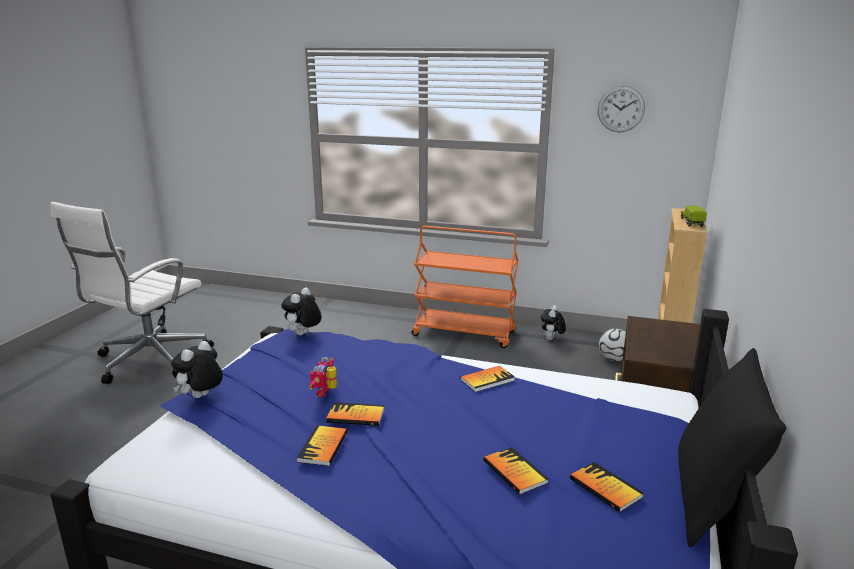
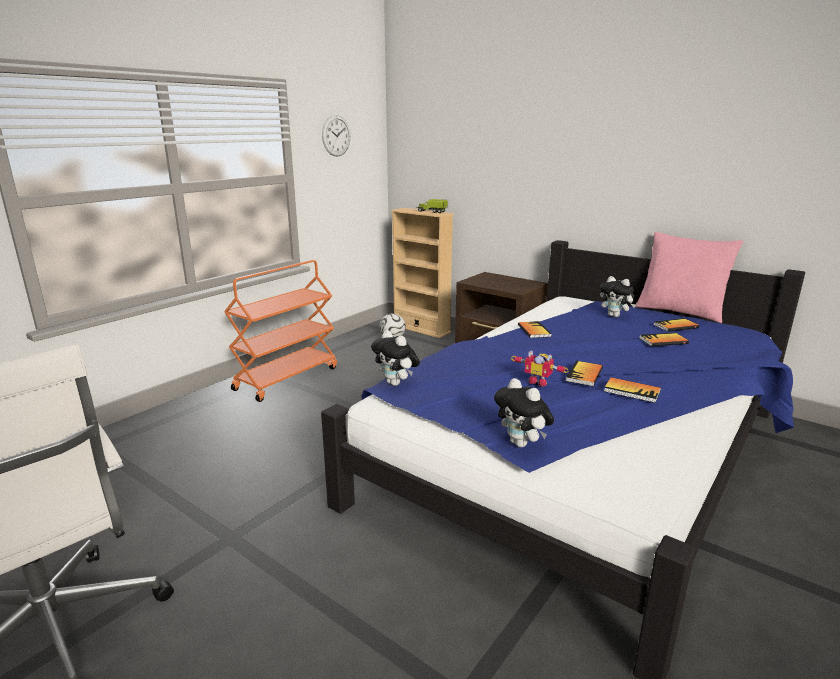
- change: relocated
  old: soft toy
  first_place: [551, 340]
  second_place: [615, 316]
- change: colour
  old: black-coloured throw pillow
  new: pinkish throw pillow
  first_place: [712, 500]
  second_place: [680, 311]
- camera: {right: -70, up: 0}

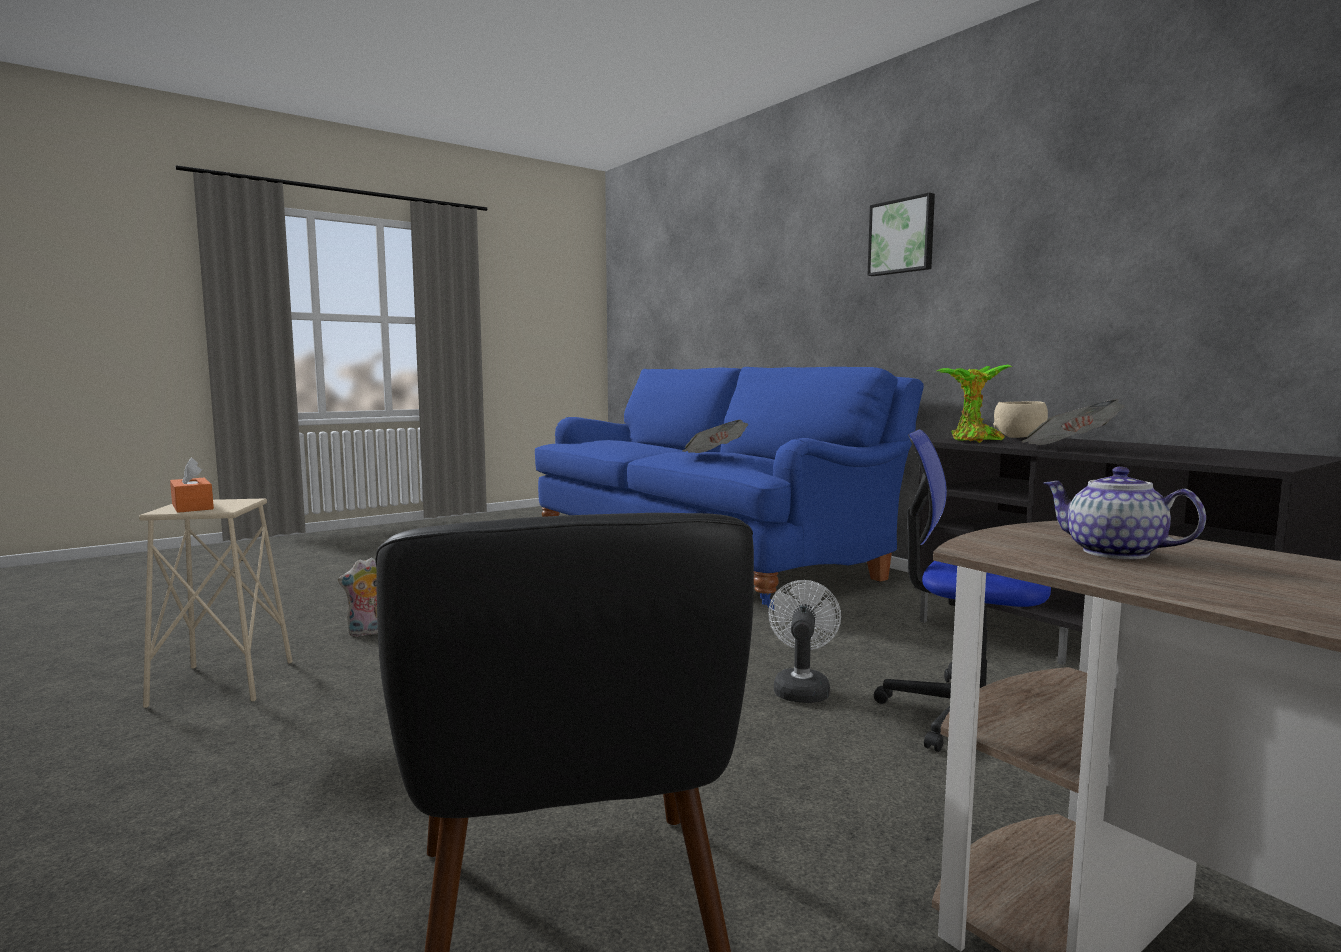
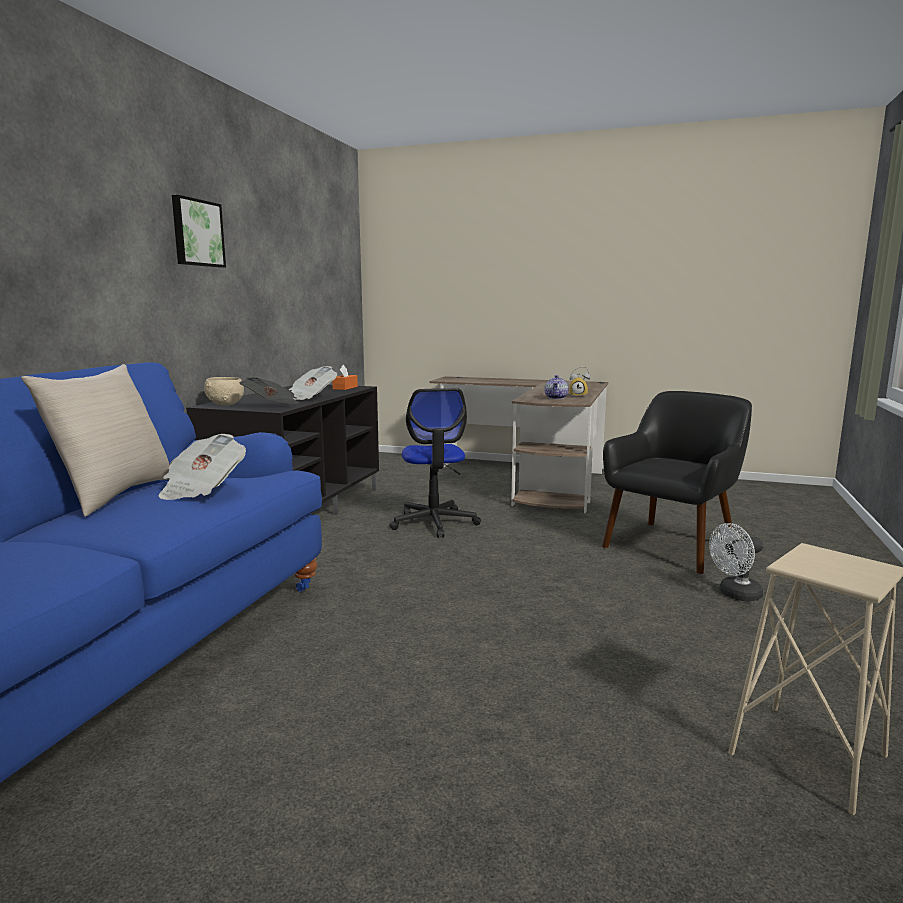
- change: relocated
  old: picture
  first_place: [902, 236]
  second_place: [197, 233]
- change: exchanged
  old: potted plant
  new: newspaper
  first_place: [974, 441]
  second_place: [273, 407]
- change: relocated
  old: orange tissue box
  first_place: [192, 506]
  second_place: [345, 388]
- change: missing
  old: soft toy
  first_place: [367, 632]
- change: relocated
  old: whitish electric fan
  first_place: [801, 688]
  second_place: [735, 595]
- change: appeared
  new: beige-coloured throw pillow
  second_place: [114, 495]
- change: appeared
  new: table clock
  second_place: [578, 396]
- camera: {right: -125, up: 5}

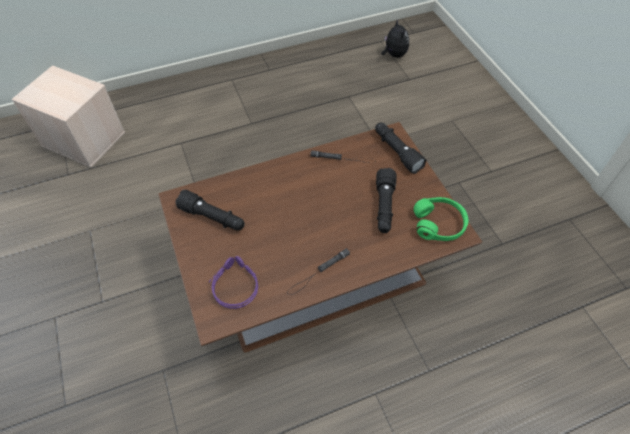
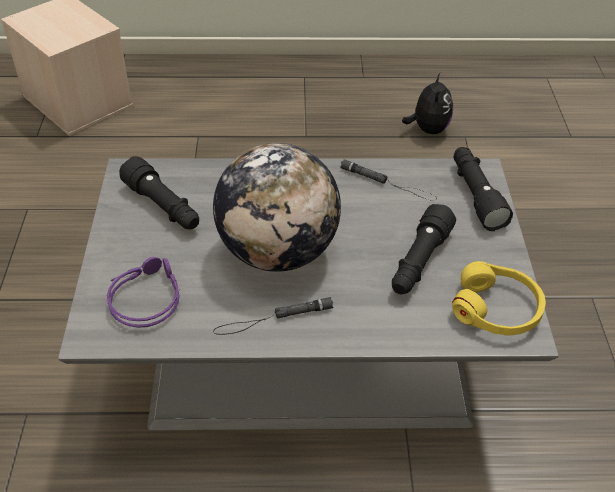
- change: relocated
  old: soft toy
  first_place: [393, 55]
  second_place: [428, 129]
- change: colour
  old: brown-coloured low table
  new: gray low table
  first_place: [313, 271]
  second_place: [302, 353]
- change: colour
  old: greenish headphones
  new: yellow-coloured headphones
  first_place: [439, 224]
  second_place: [496, 309]
- change: appeared
  new: globe
  second_place: [278, 252]
- camera: {right: 20, up: -10}

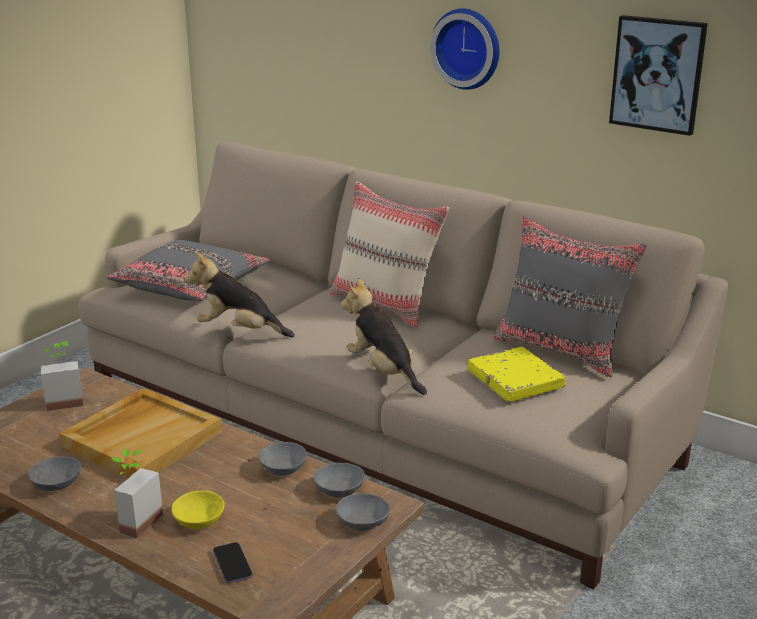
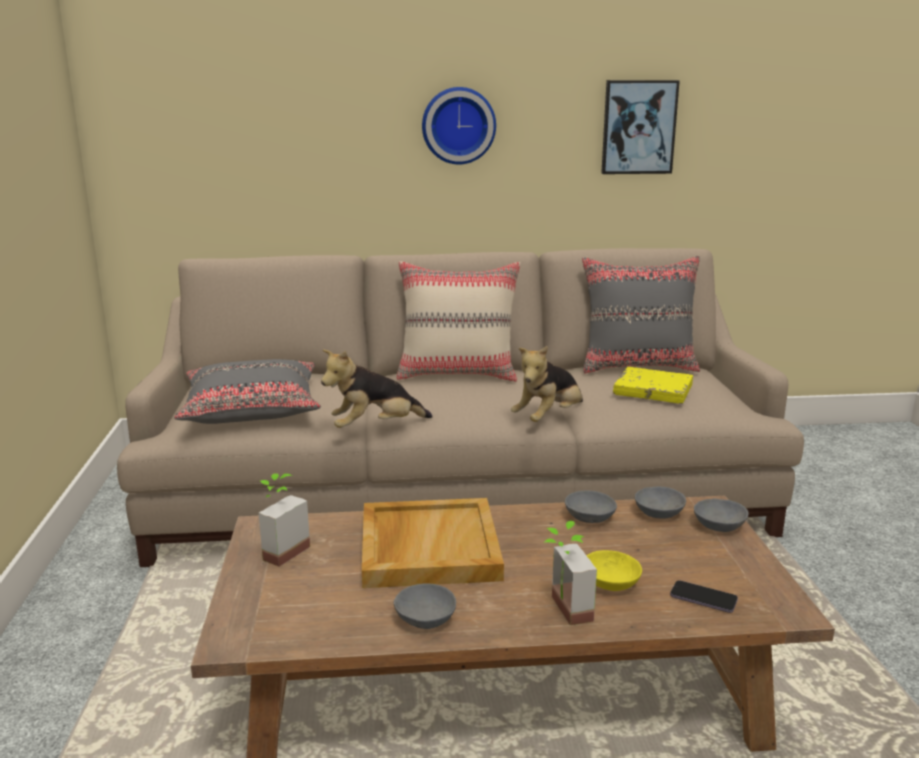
- change: spun
  old: soft toy
  first_place: [383, 372]
  second_place: [549, 418]
  degrees: -60
- camera: {right: -40, up: -5}

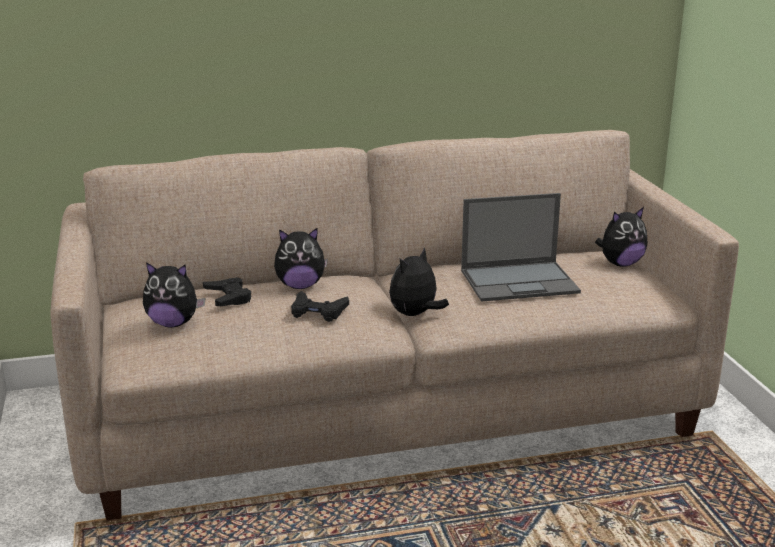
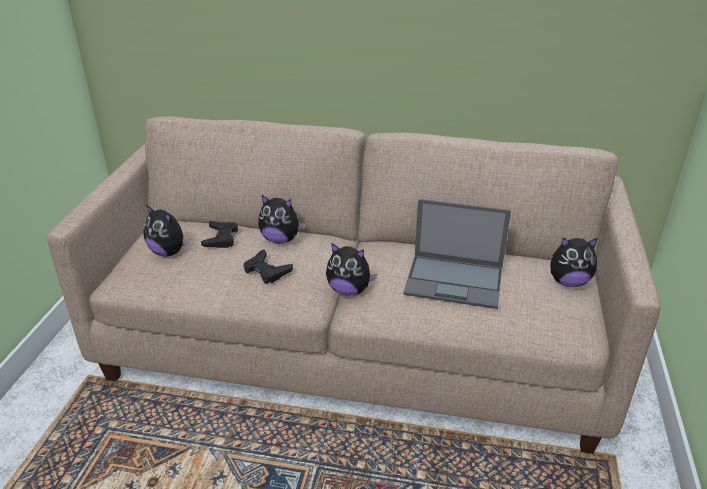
- change: spun
  old: soft toy
  first_place: [415, 314]
  second_place: [349, 290]
  degrees: -135
- camera: {right: 25, up: 10}

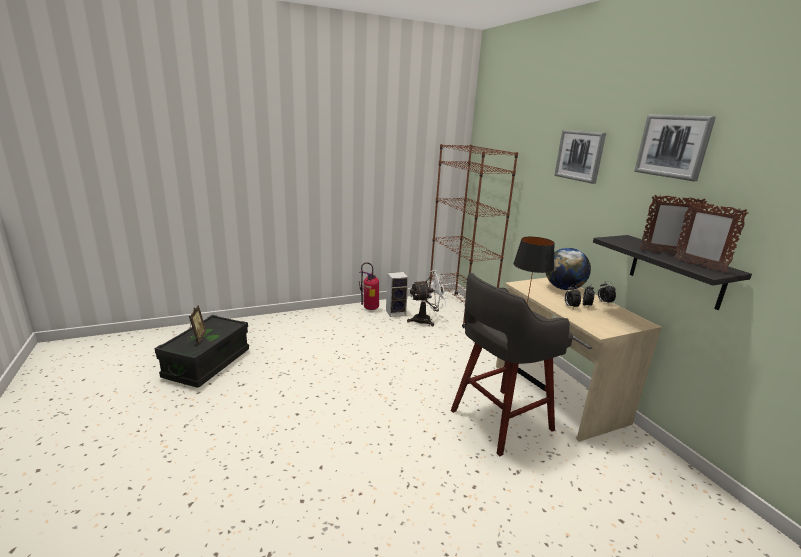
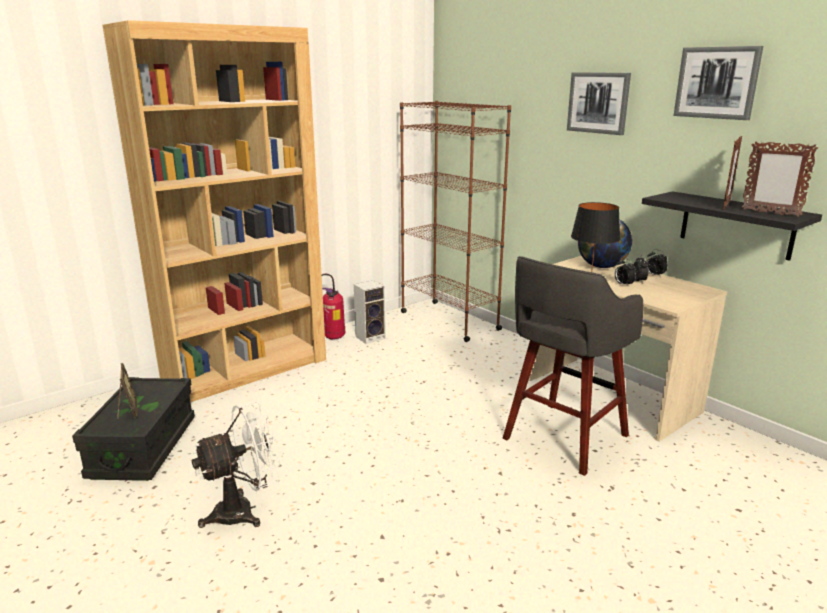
- change: spun
  old: standing frame
  first_place: [663, 253]
  second_place: [726, 205]
  degrees: -60
- change: relocated
  old: whitish electric fan
  first_place: [426, 320]
  second_place: [244, 511]
- change: appeared
  new: brown-coloured shelving unit
  second_place: [246, 369]
- camera: {right: -15, up: 0}

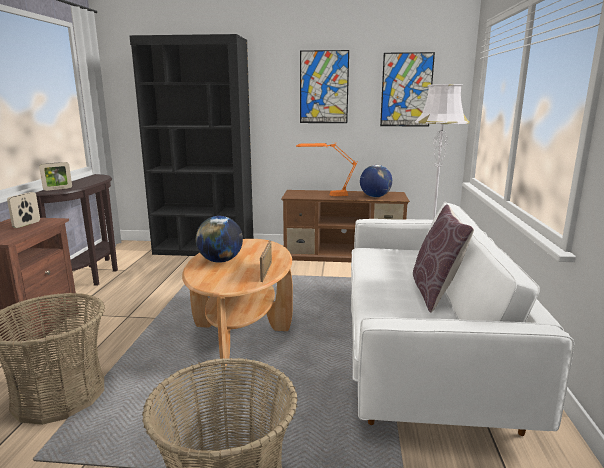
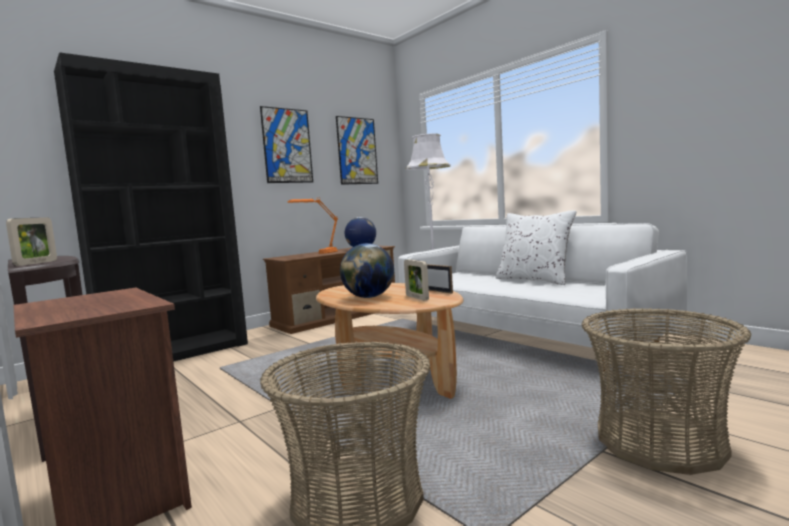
- change: relocated
  old: standing frame
  first_place: [26, 224]
  second_place: [417, 298]
- change: colour
  old: brown-coloured throw pillow
  new: whitish throw pillow
  first_place: [435, 292]
  second_place: [534, 280]
- camera: {right: -45, up: -10}

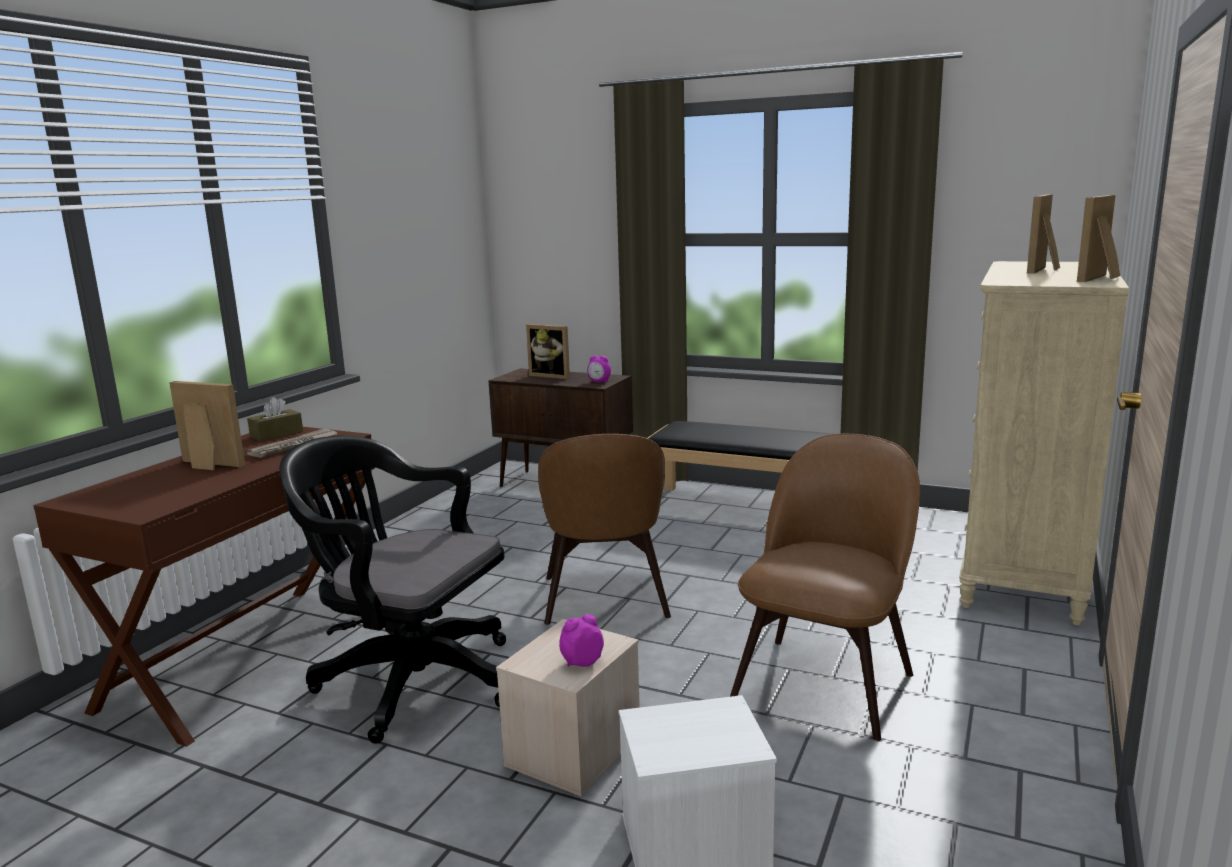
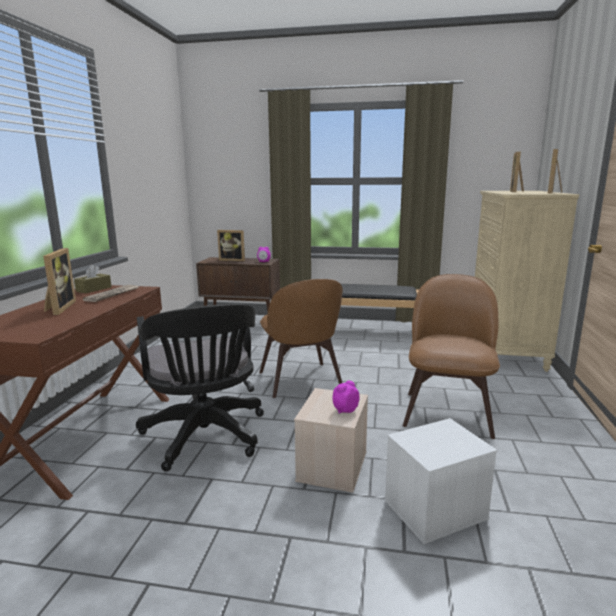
- change: spun
  old: standing frame
  first_place: [206, 466]
  second_place: [58, 308]
  degrees: 75
- change: spun
  old: black-coloured computer chair
  first_place: [409, 680]
  second_place: [206, 438]
  degrees: -120
- camera: {right: -15, up: 0}

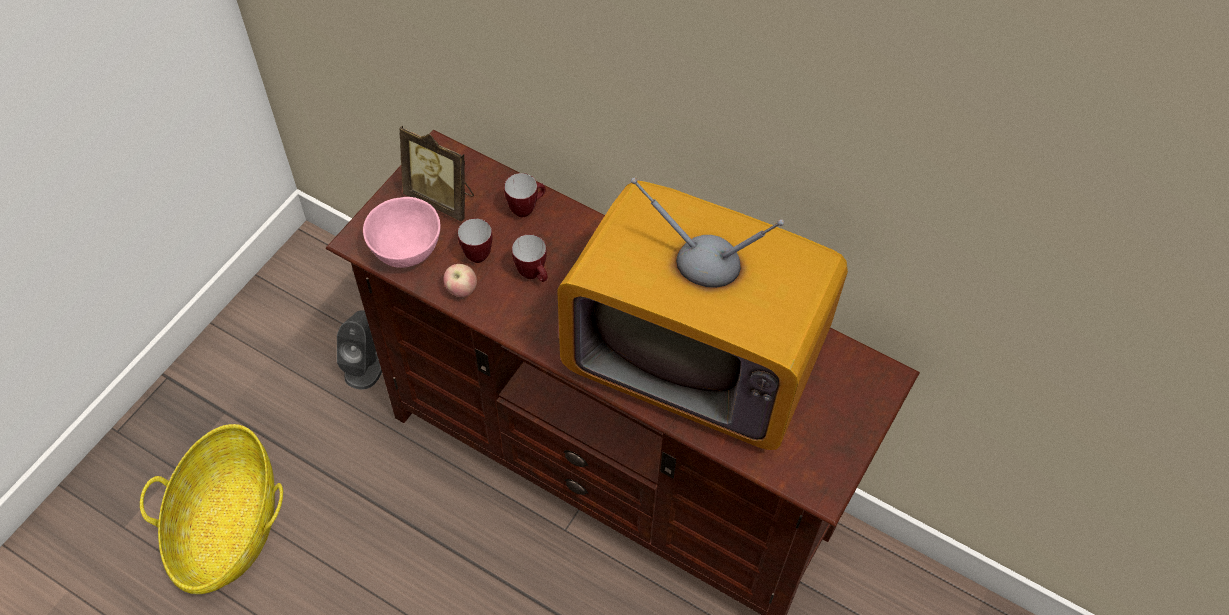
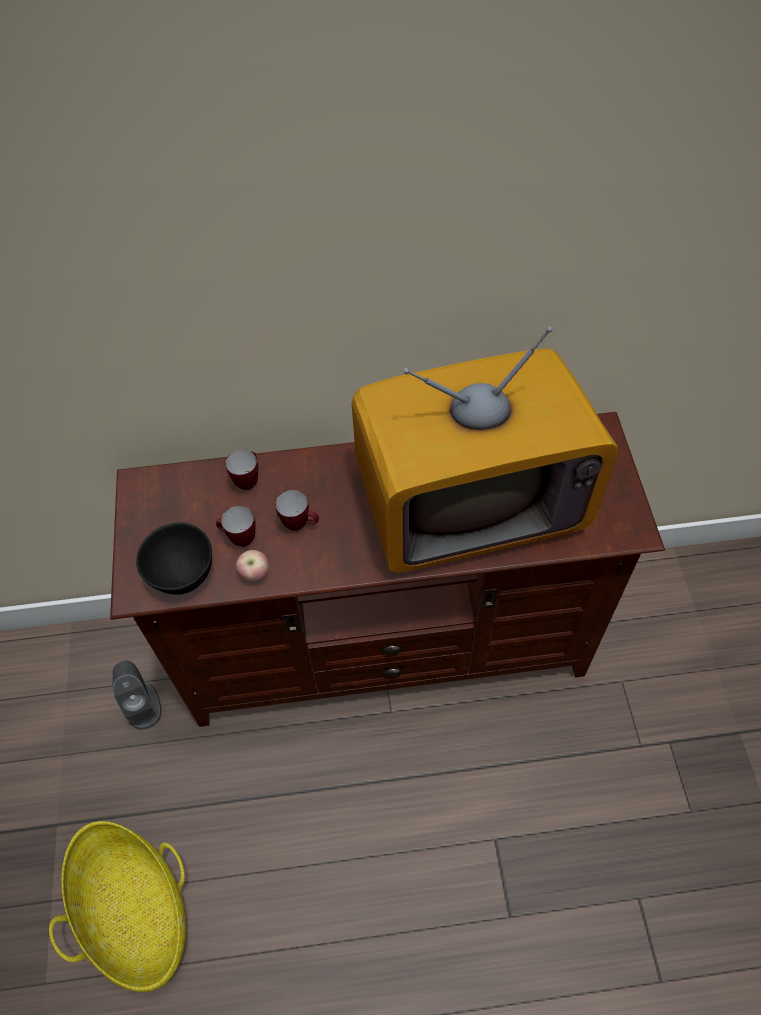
- change: missing
  old: standing frame
  first_place: [442, 198]
- change: colour
  old: pinkish bowl
  new: black-coloured bowl
  first_place: [407, 250]
  second_place: [183, 573]
- camera: {right: -35, up: 0}

